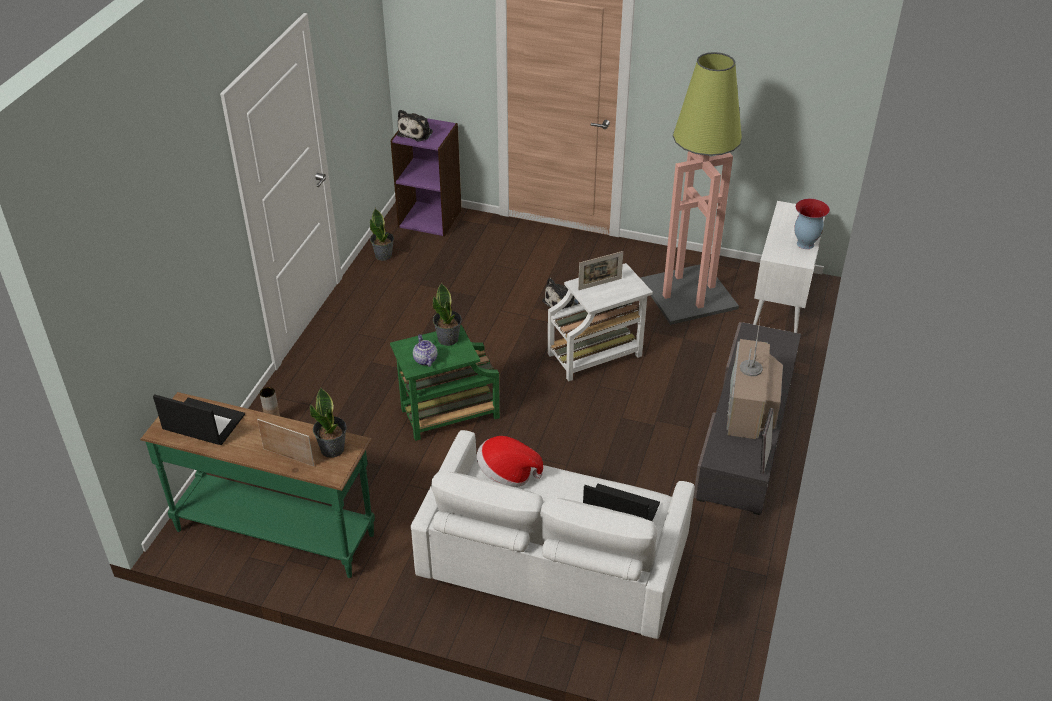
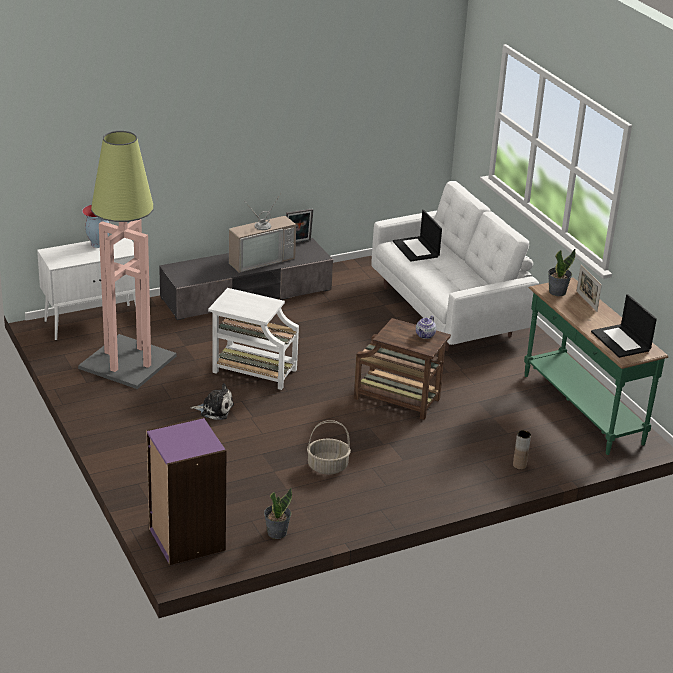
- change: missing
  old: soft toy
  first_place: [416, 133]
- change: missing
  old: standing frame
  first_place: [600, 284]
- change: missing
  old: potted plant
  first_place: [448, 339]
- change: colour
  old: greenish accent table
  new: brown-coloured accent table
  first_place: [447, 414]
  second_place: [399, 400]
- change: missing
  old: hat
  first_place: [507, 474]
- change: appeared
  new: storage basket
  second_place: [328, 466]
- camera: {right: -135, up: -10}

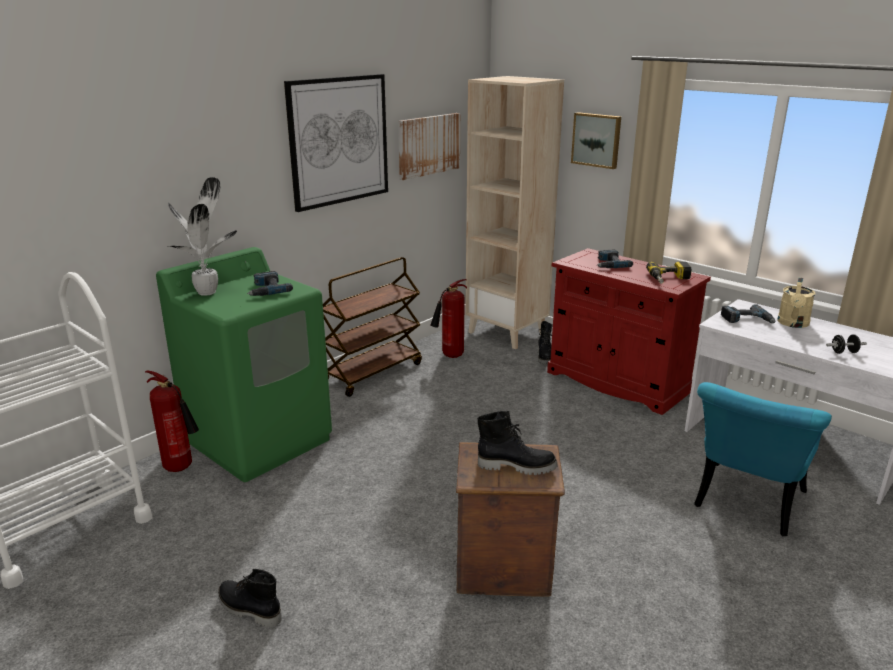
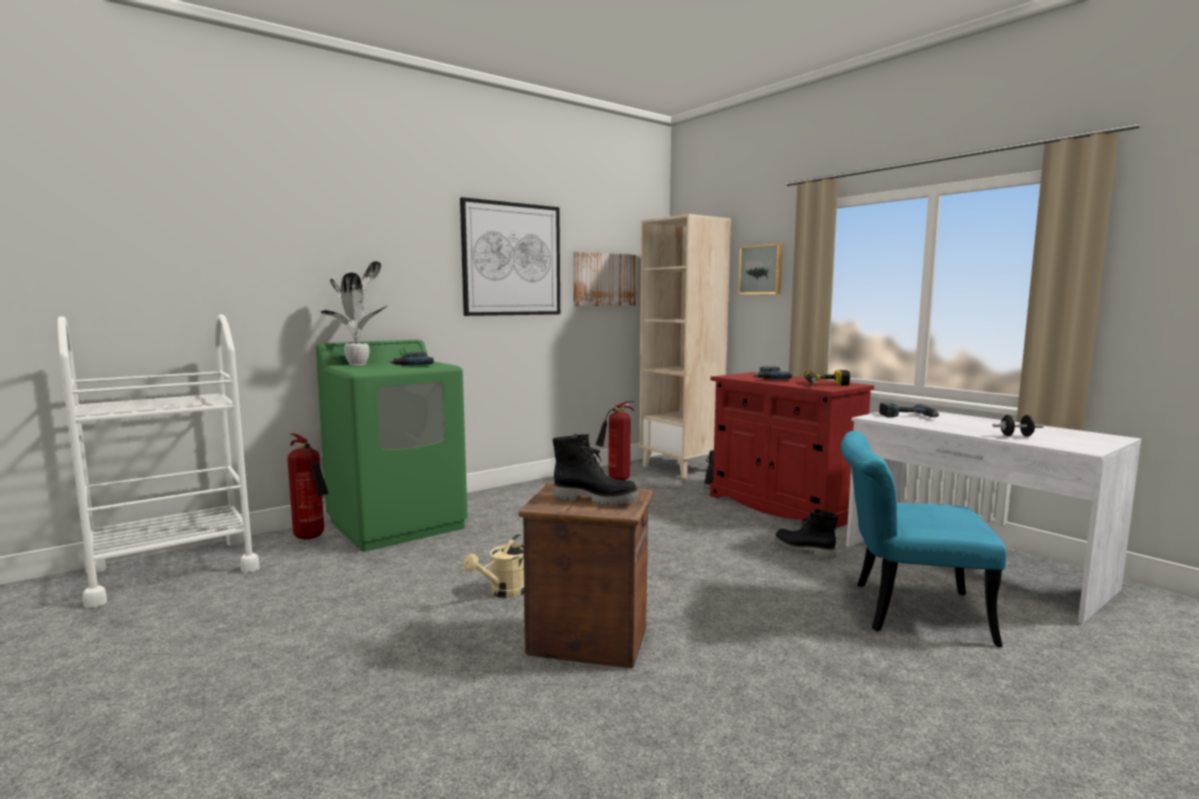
- change: missing
  old: brown-coloured wheeled cart
  first_place: [373, 373]
- change: relocated
  old: beige-coloured sprinkling can
  first_place: [793, 324]
  second_place: [504, 592]
- change: spun
  old: turquoise-coloured plain chair
  first_place: [746, 505]
  second_place: [904, 610]
  degrees: 60
- change: relocated
  old: black-coloured boot
  first_place: [248, 610]
  second_place: [803, 550]
- camera: {right: 10, up: -15}

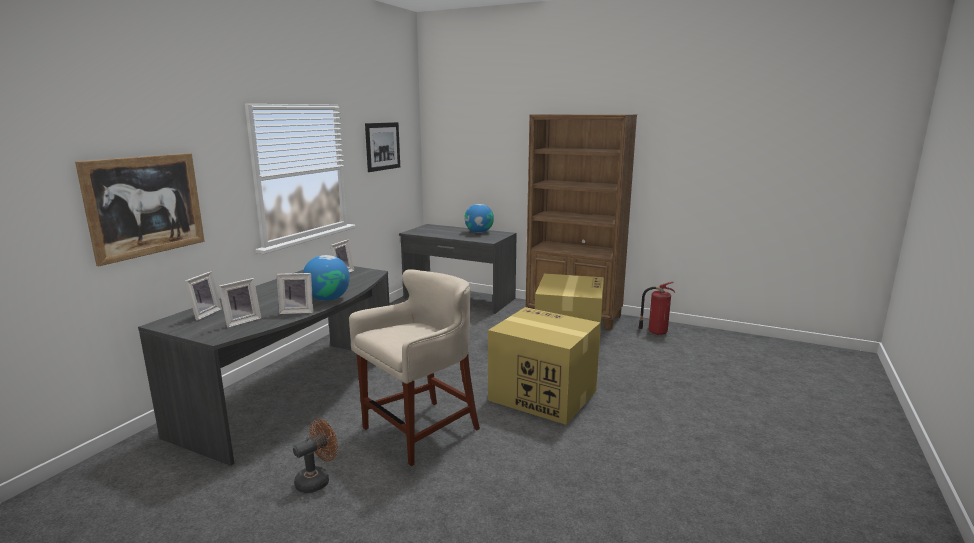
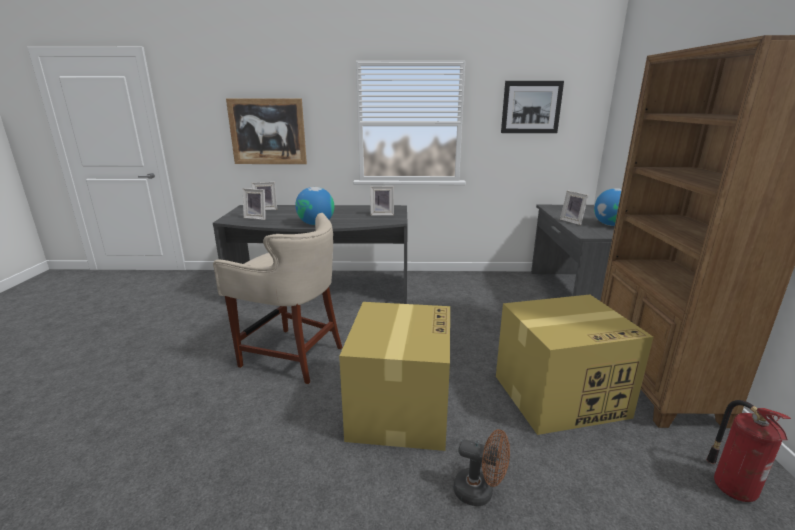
- change: relocated
  old: standing frame
  first_place: [297, 311]
  second_place: [573, 221]
- change: relocated
  old: brown-coloured electric fan
  first_place: [317, 480]
  second_place: [480, 492]
- camera: {right: 65, up: 5}

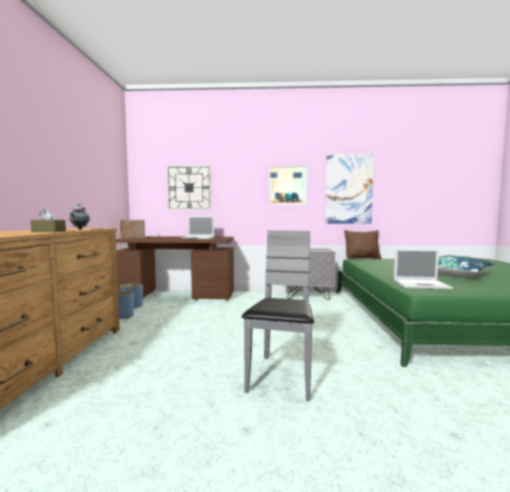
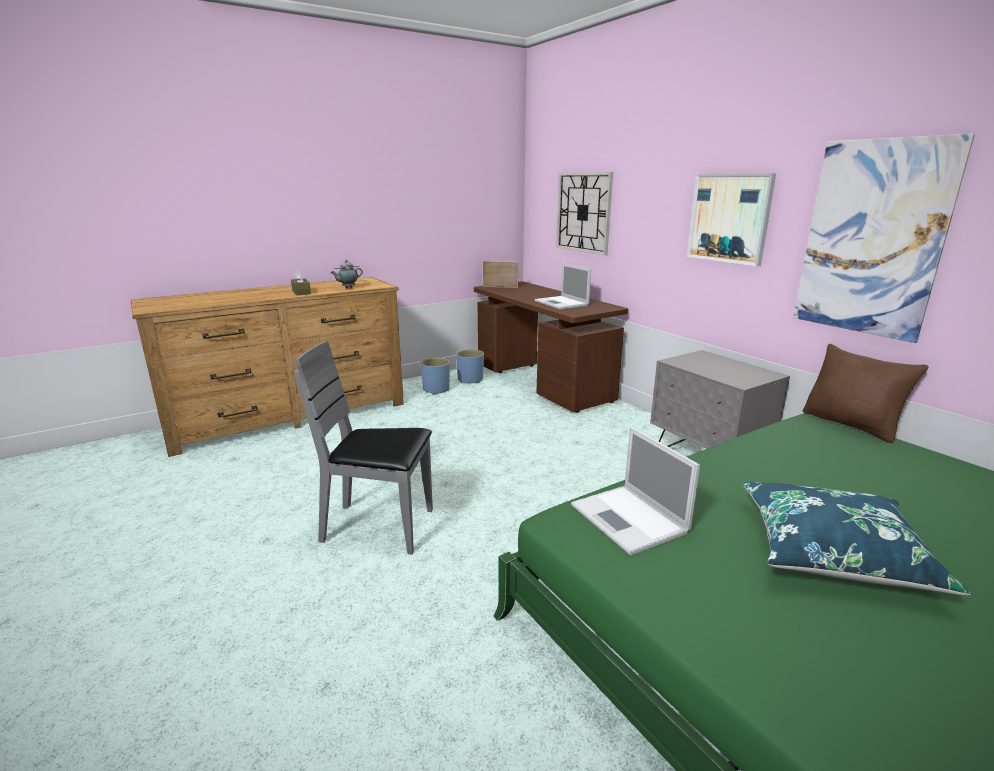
- change: spun
  old: gray plain chair
  first_place: [282, 376]
  second_place: [379, 527]
  degrees: -150
- camera: {right: 55, up: 15}

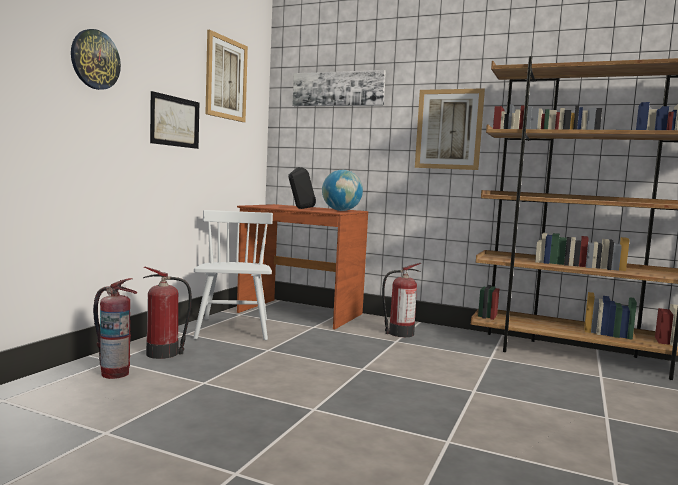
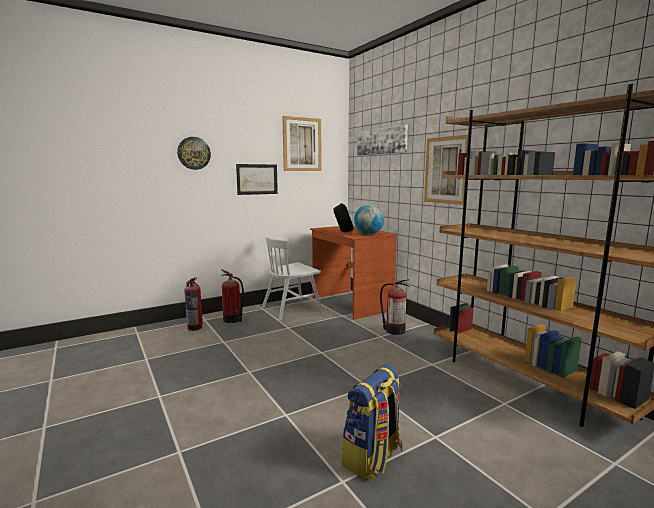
- change: spun
  old: whitish plain chair
  first_place: [233, 329]
  second_place: [291, 309]
  degrees: -150
- change: appeared
  new: backpack
  second_place: [373, 458]
- camera: {right: 35, up: 5}

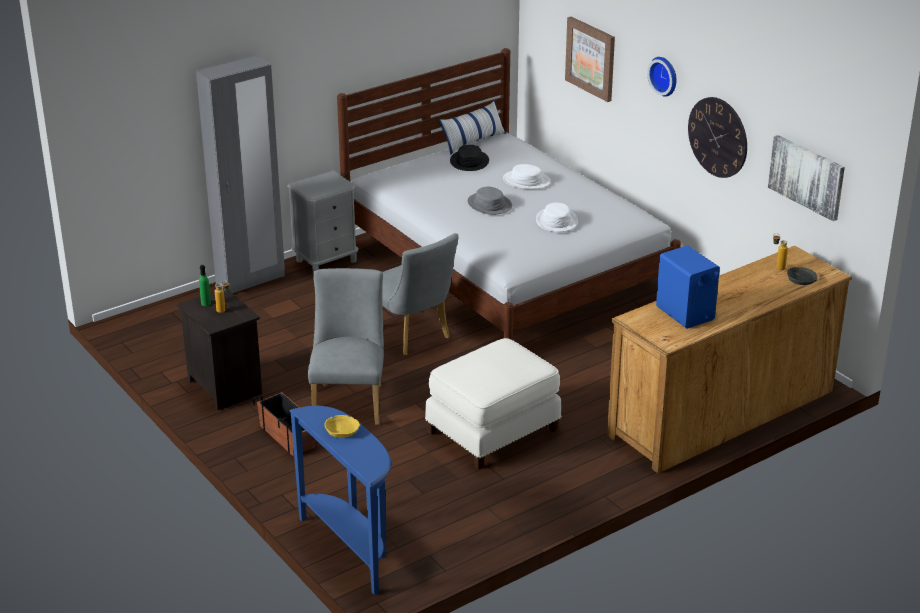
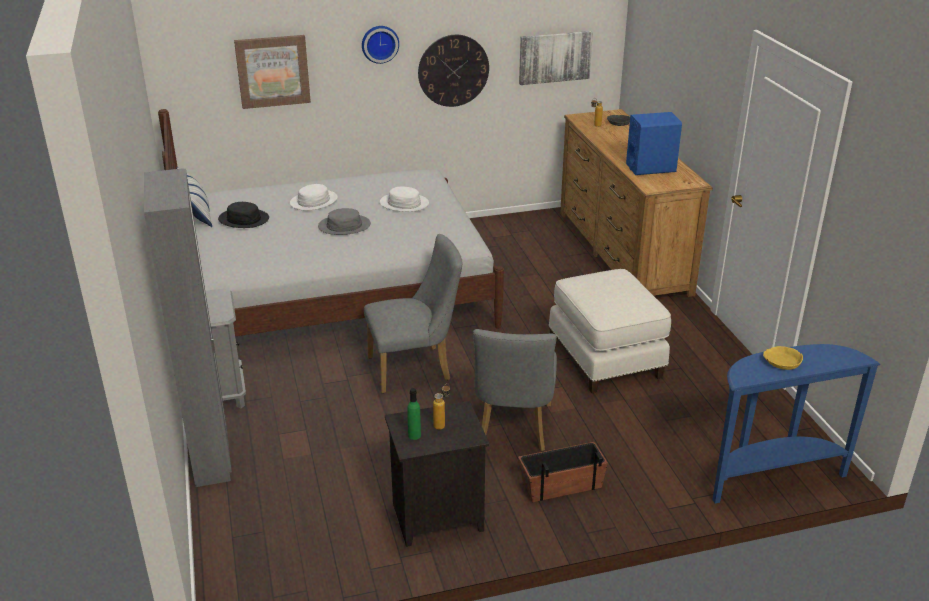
- change: spun
  old: gray plain chair
  first_place: [350, 400]
  second_place: [513, 430]
  degrees: -105
- camera: {right: -70, up: 0}

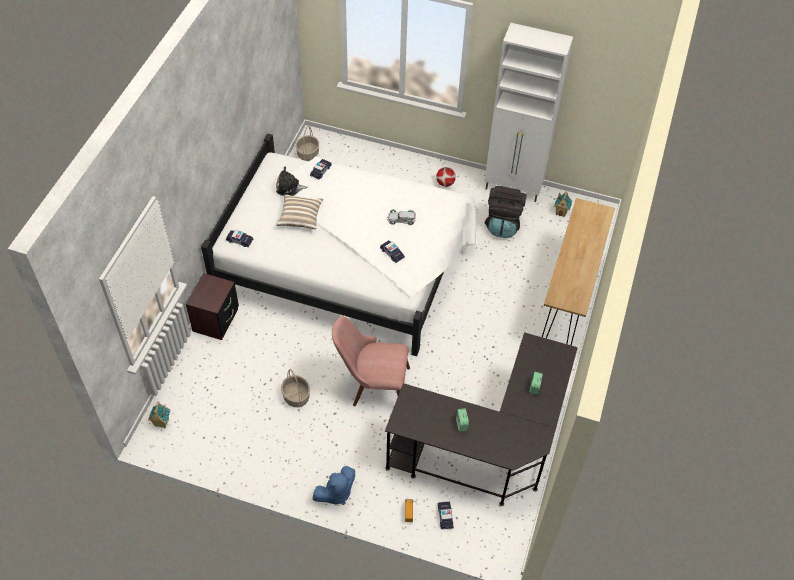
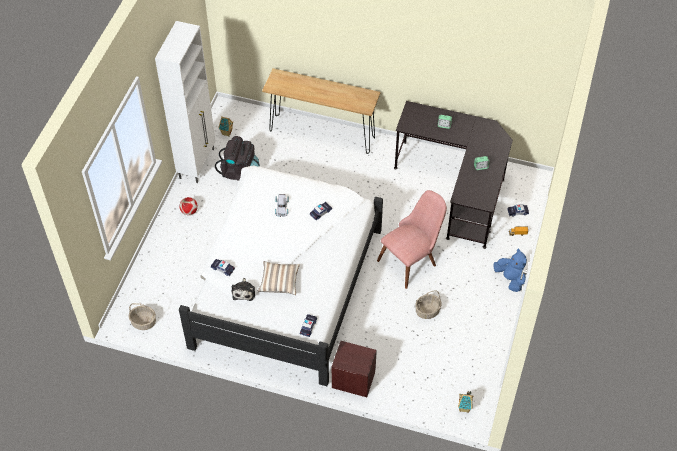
- change: spun
  old: pinkish plain chair
  first_place: [372, 386]
  second_place: [412, 259]
  degrees: -135
- camera: {right: -90, up: 0}

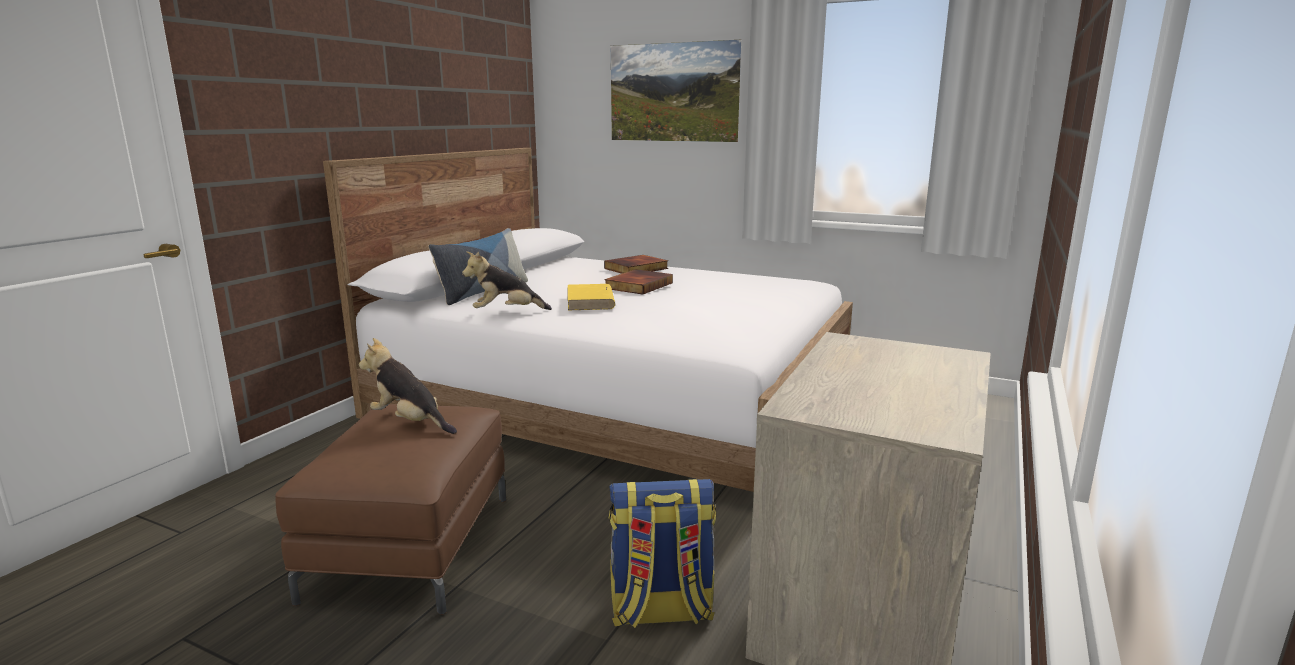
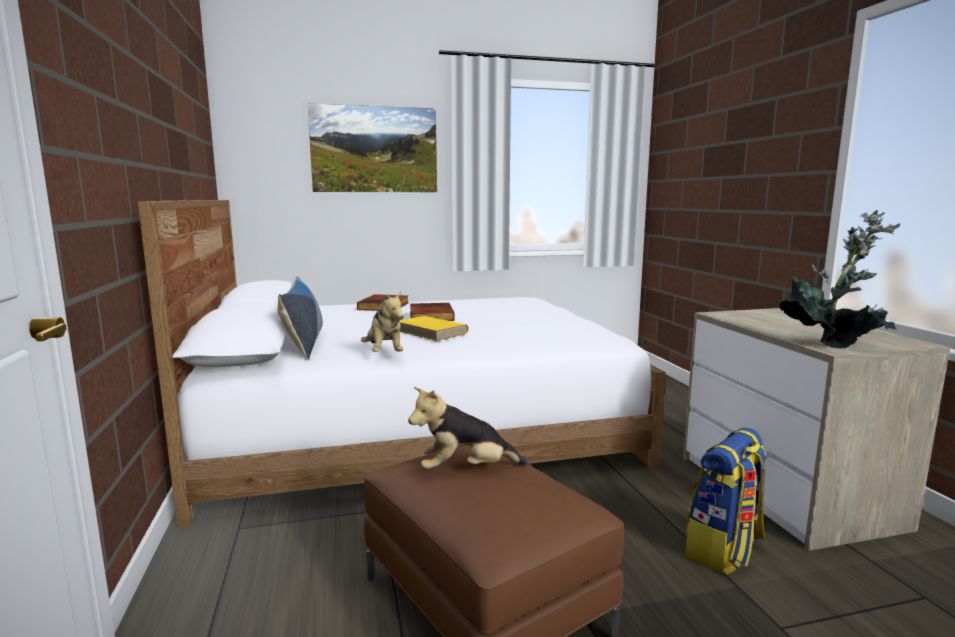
- change: spun
  old: soft toy
  first_place: [506, 312]
  second_place: [384, 353]
  degrees: -60
- change: appeared
  new: potted plant
  second_place: [834, 344]
- camera: {right: -40, up: -5}

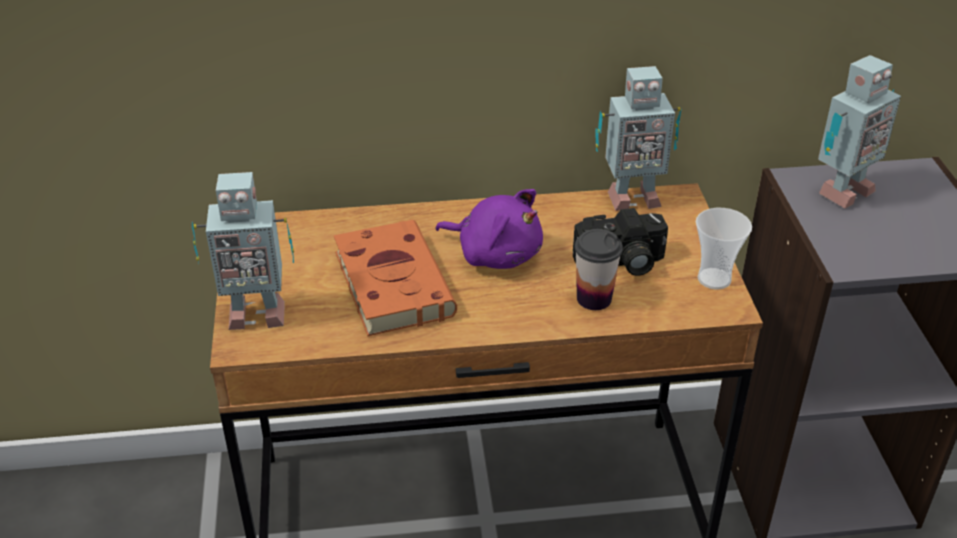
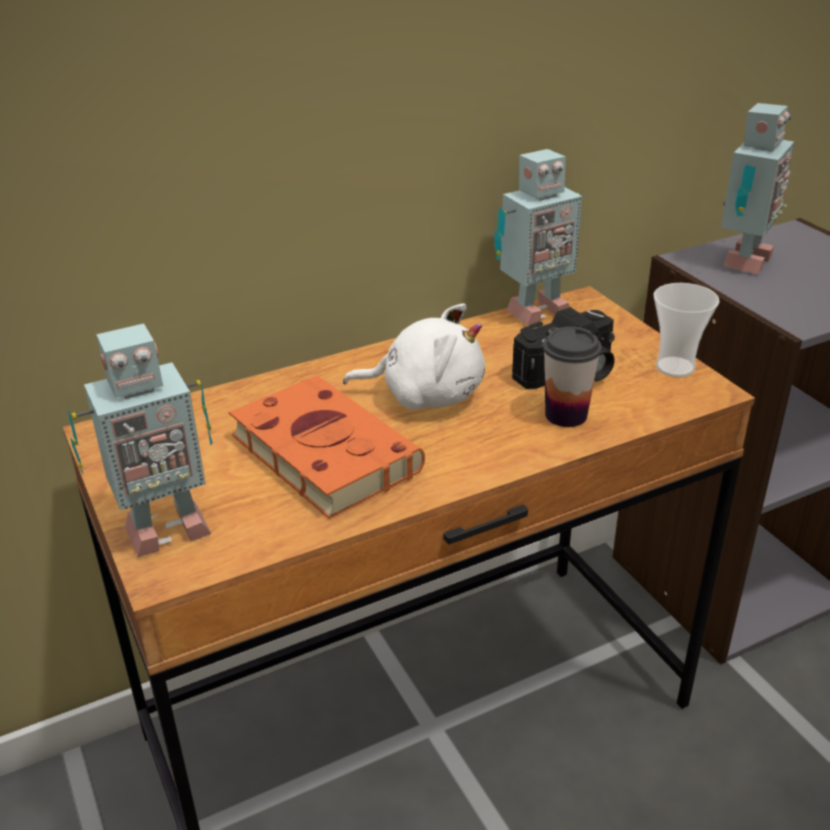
- change: colour
  old: purplish soft toy
  new: whitish soft toy
  first_place: [495, 254]
  second_place: [425, 395]
- camera: {right: -20, up: -5}

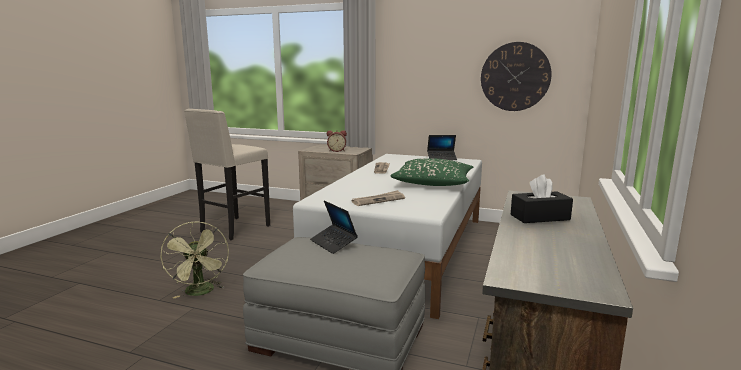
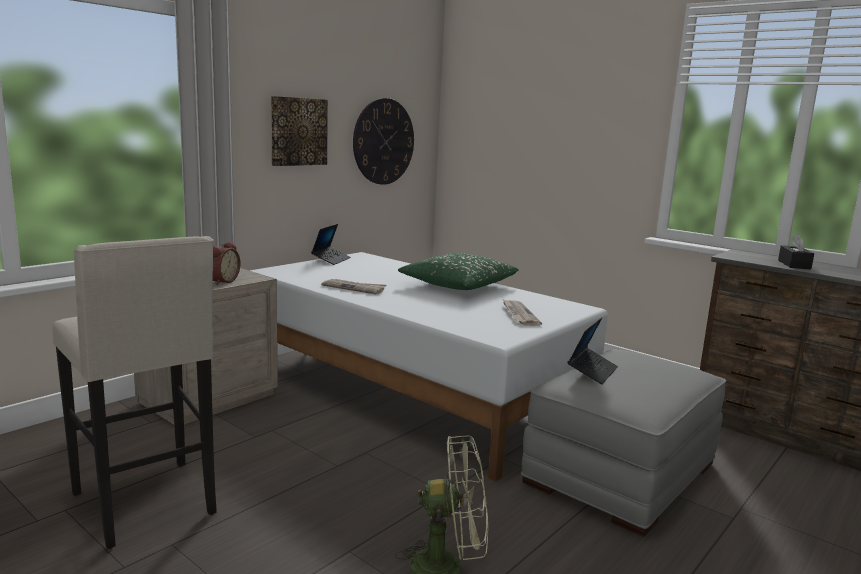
- change: spun
  old: laptop
  first_place: [333, 243]
  second_place: [592, 371]
  degrees: -45
- change: appeared
  new: picture
  second_place: [298, 131]
- camera: {right: -70, up: 0}

